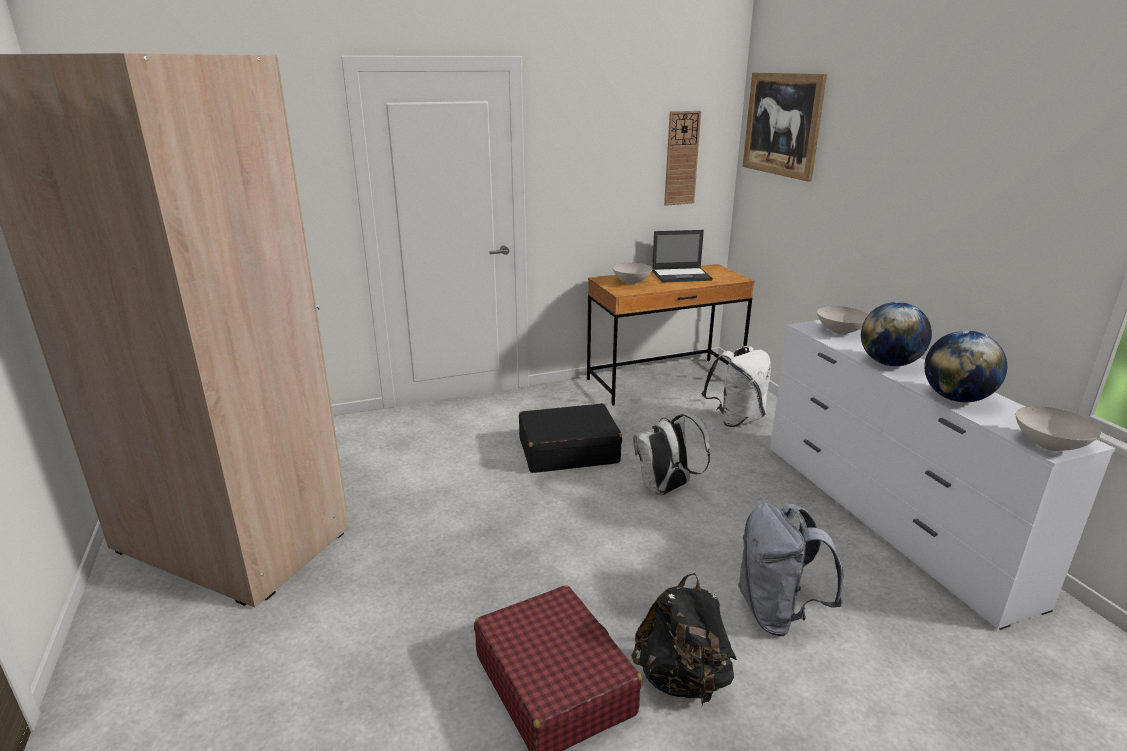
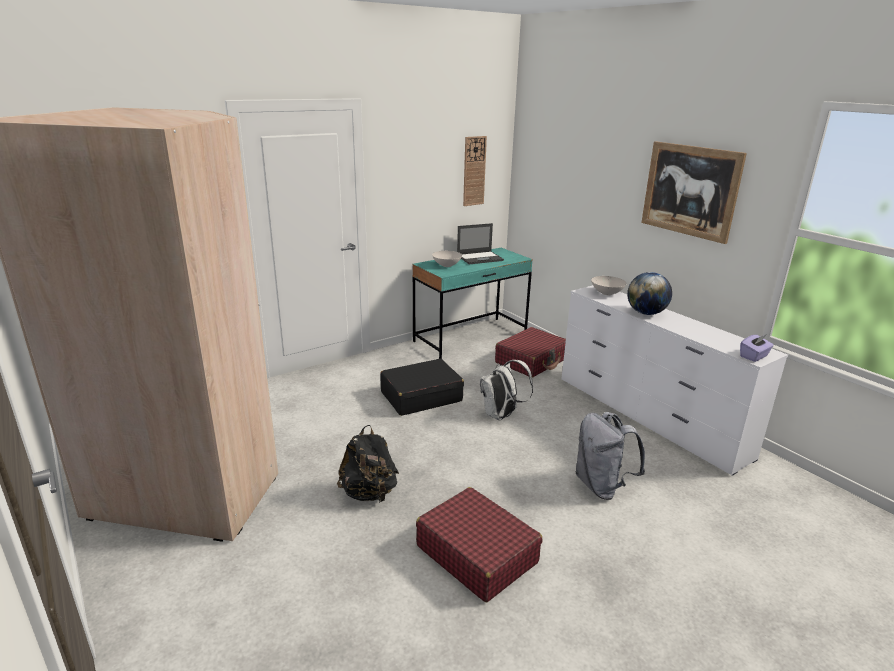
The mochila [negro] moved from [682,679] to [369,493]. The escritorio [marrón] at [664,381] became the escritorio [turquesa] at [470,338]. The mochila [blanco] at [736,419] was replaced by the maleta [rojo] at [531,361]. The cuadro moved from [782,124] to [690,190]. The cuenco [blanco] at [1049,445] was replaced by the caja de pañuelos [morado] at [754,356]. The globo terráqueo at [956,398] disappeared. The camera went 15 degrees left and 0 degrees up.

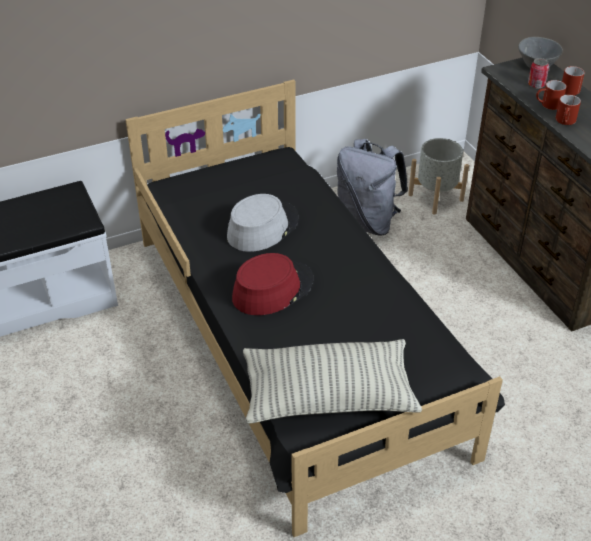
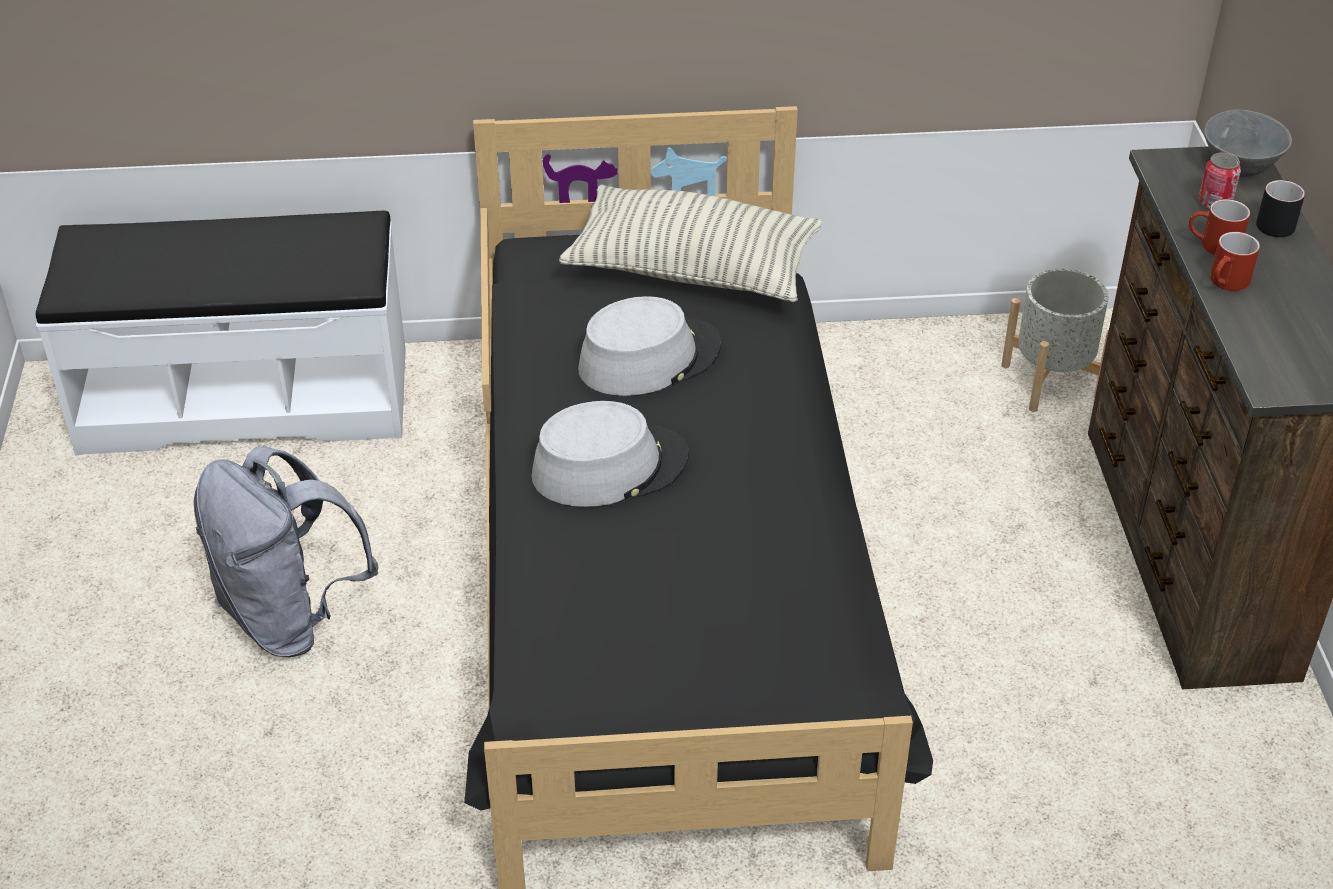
The mochila [gris] moved from [367,222] to [291,617]. The sombrero [rojo] at [272,289] became the sombrero [gris] at [609,466]. The cojín moved from [328,396] to [692,270]. The taza grande [rojo] at [568,88] became the taza grande [negro] at [1274,221]. The camera went 20 degrees right and 0 degrees up.

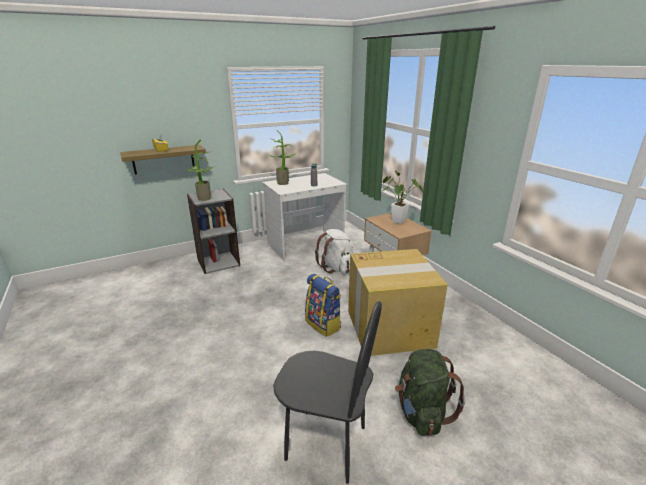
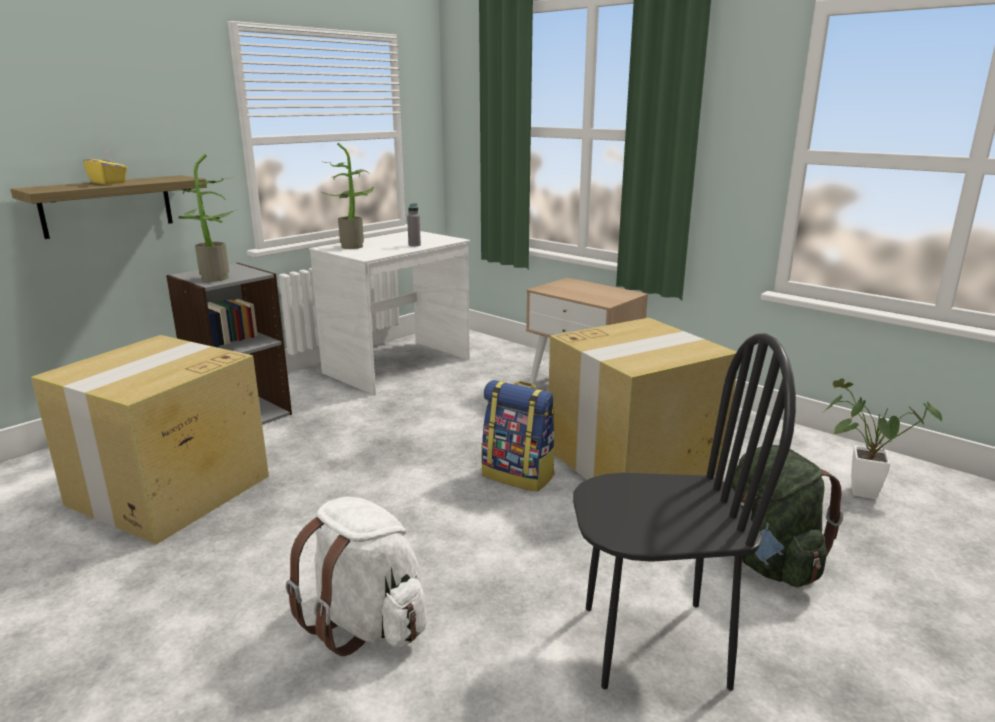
The caja de cartón at [168,491] appeared. The mochila [blanco] moved from [336,268] to [366,622]. The planta en maceta moved from [396,221] to [855,491]. The camera went 20 degrees left and 5 degrees down.

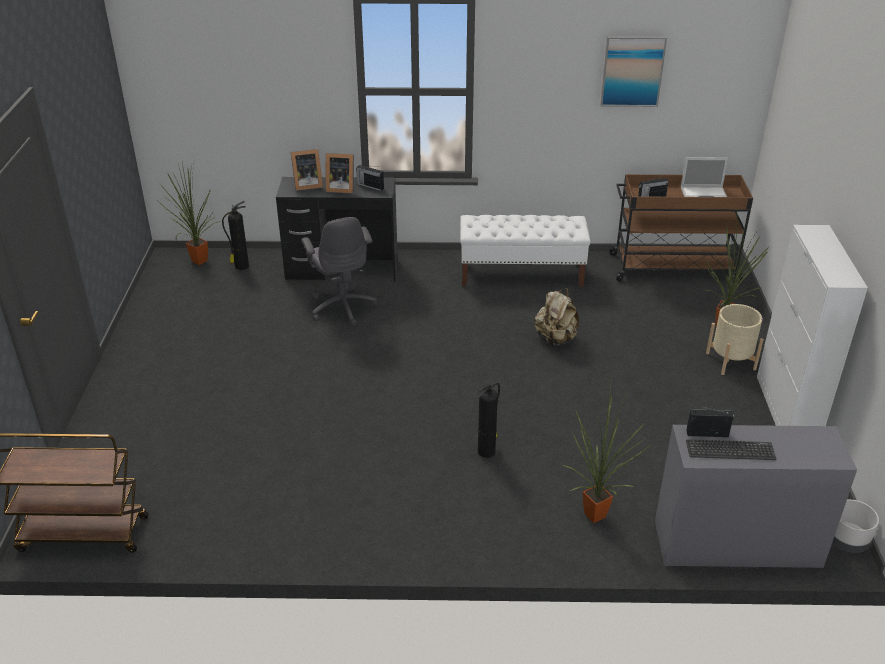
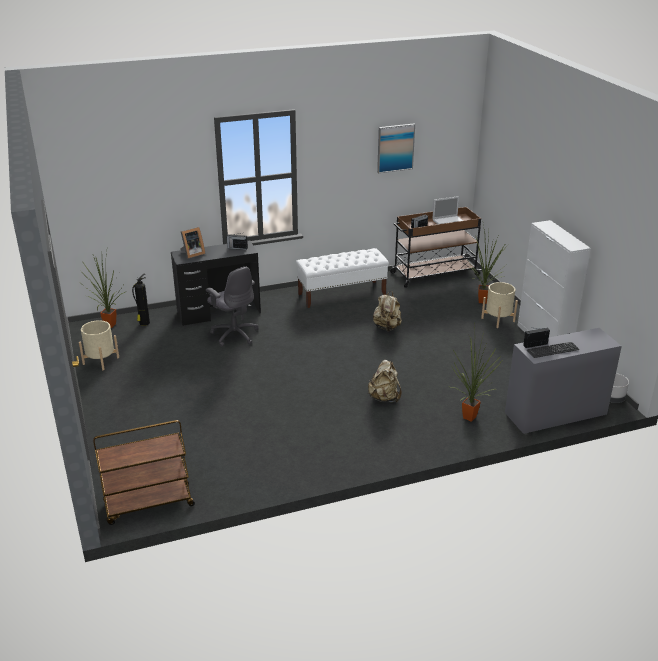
The maceta [beis] at [101,361] appeared. The extintor at [487,451] was replaced by the mochila [beis] at [384,398]. The portarretratos at [340,188] disappeared. The camera went 20 degrees left and 5 degrees down.

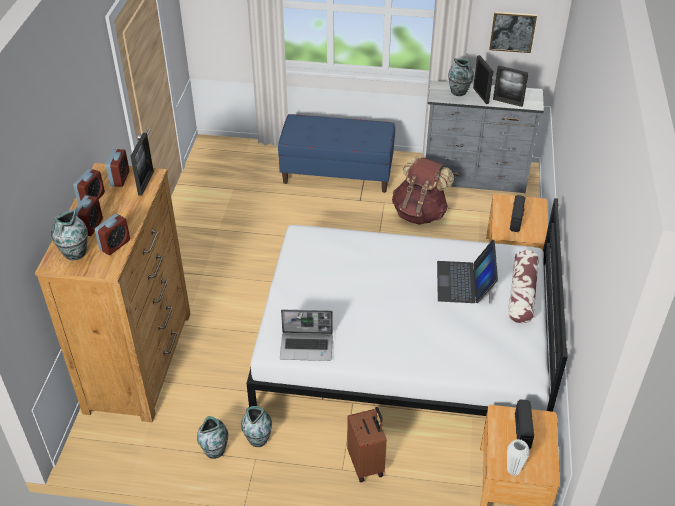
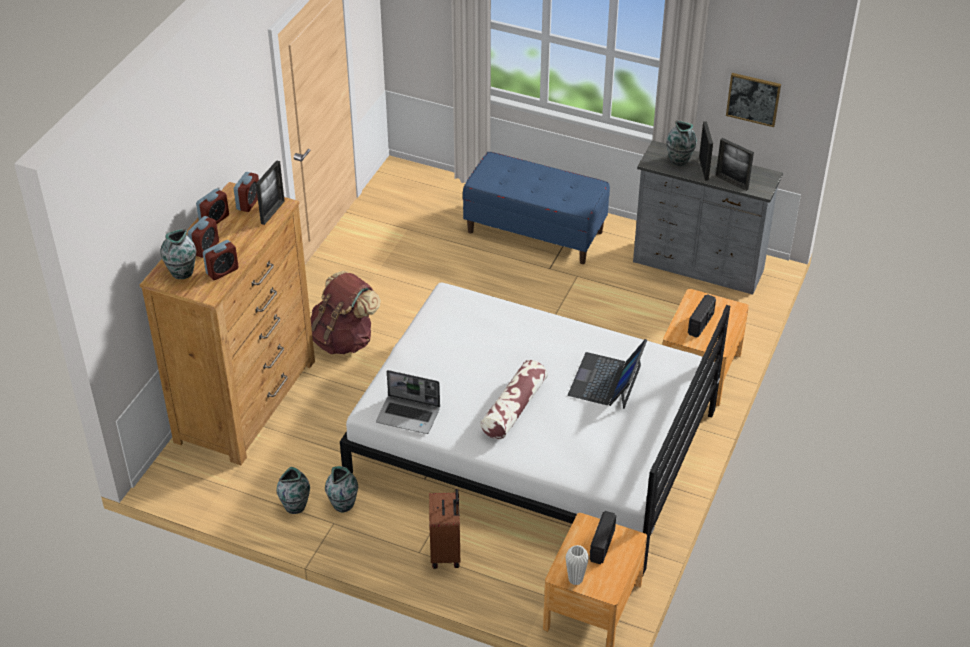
The mochila [marrón] moved from [420,213] to [344,339]. The cojín moved from [522,294] to [514,408]. The camera went 15 degrees right and 0 degrees up.

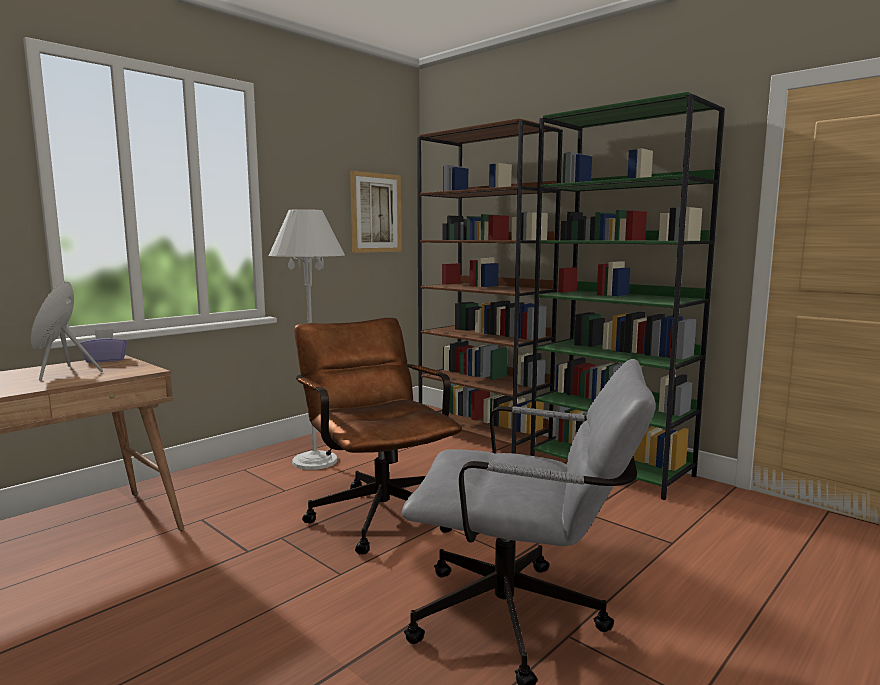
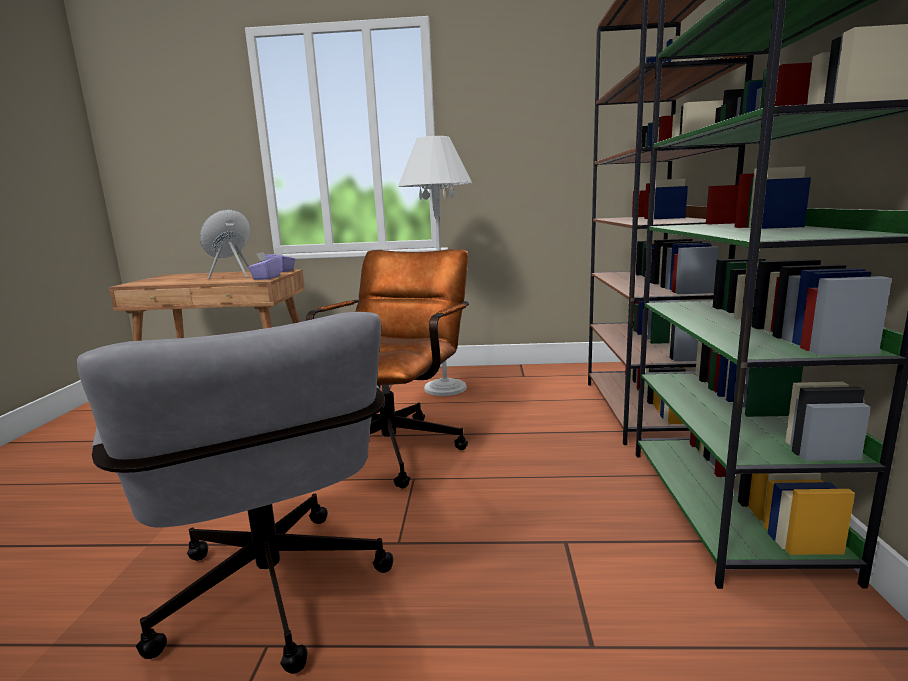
The caja de pañuelos [morado] at [266,278] appeared. The cuadro at [376,213] disappeared. The camera went 50 degrees right and 5 degrees up.

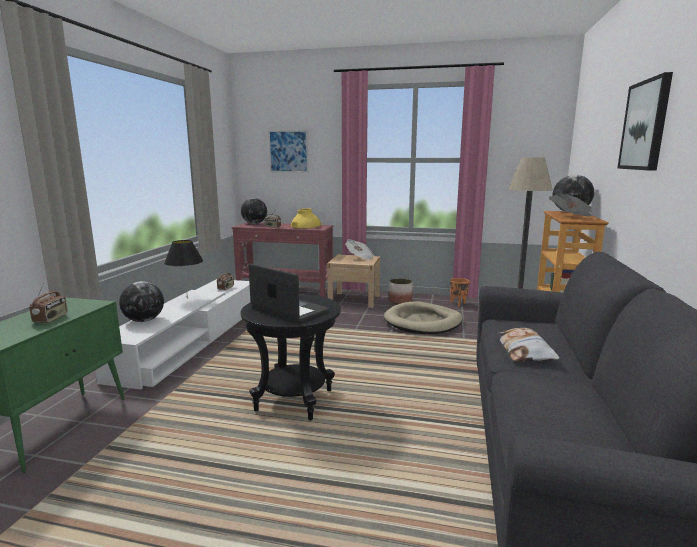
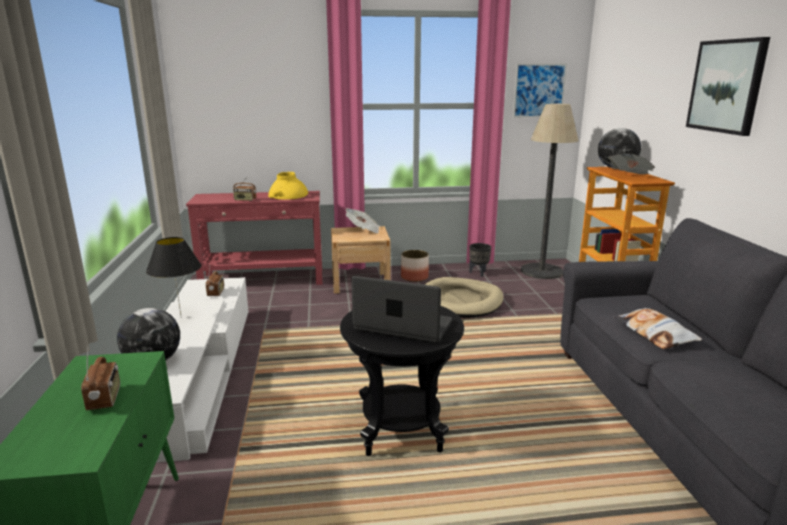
The maceta [naranja] at [458,304] became the maceta [negro] at [478,273]. The cuadro moved from [288,151] to [539,90]. The globo terráqueo at [254,223] disappeared. The camera went 20 degrees left and 5 degrees up.

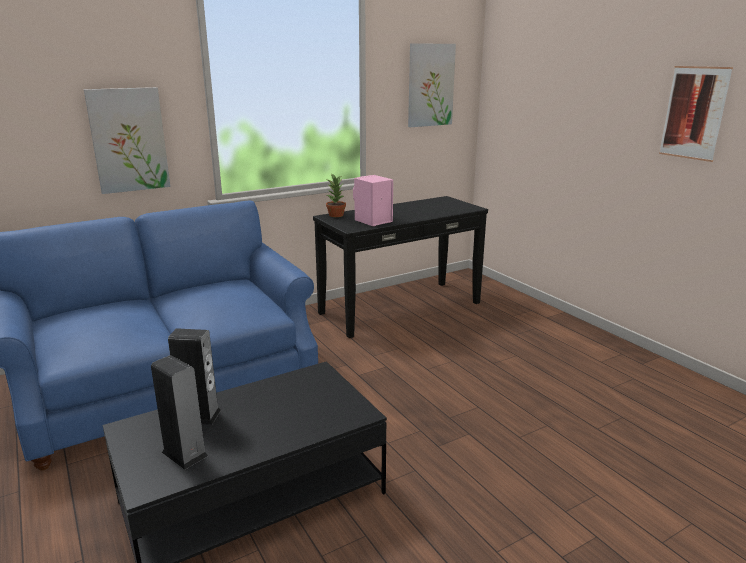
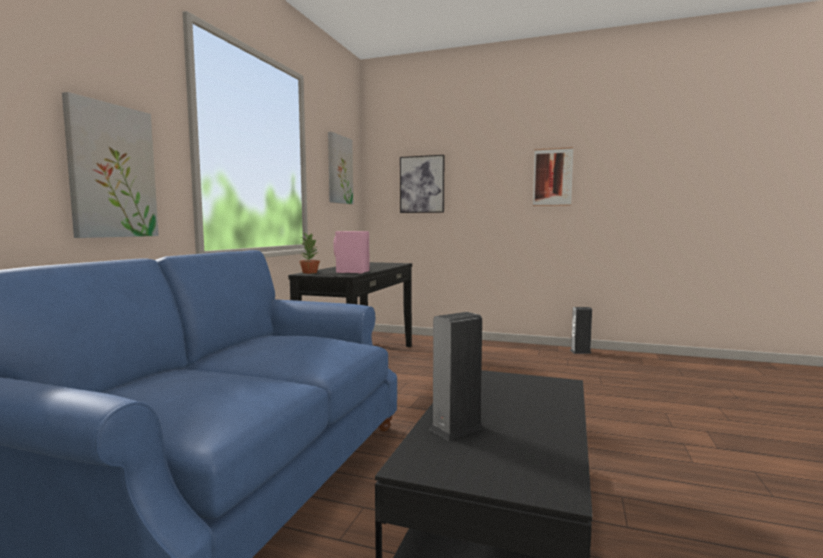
The cuadro at [422,184] appeared. The altavoz moved from [184,454] to [580,351]. The camera went 40 degrees left and 15 degrees down.

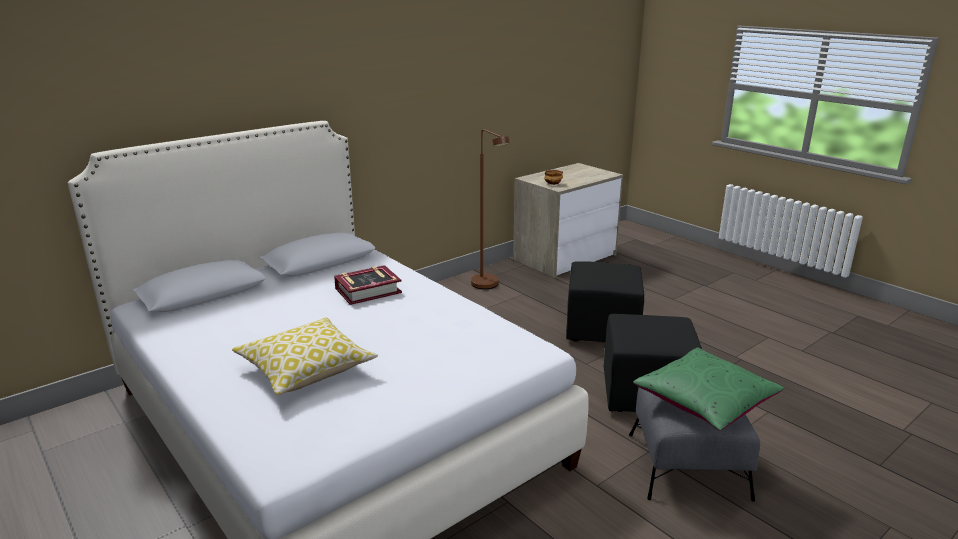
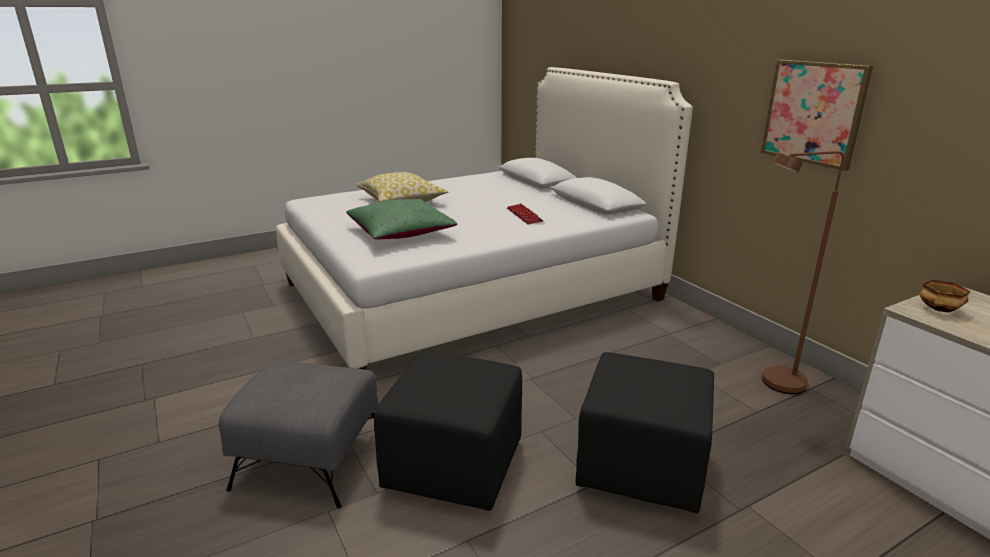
The cojín [verde] moved from [705,401] to [400,233]. The libro at [368,290] was replaced by the teclado at [524,215]. The cuadro at [814,112] appeared. The camera went 100 degrees right and 0 degrees up.

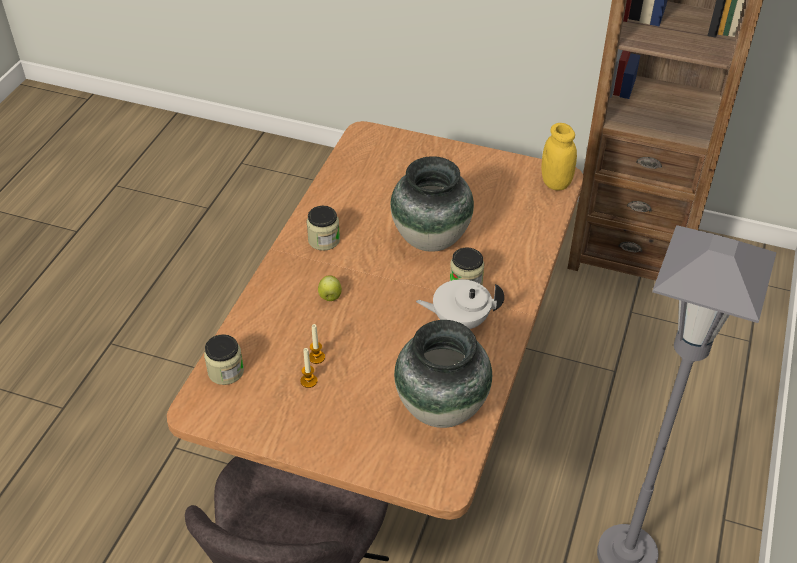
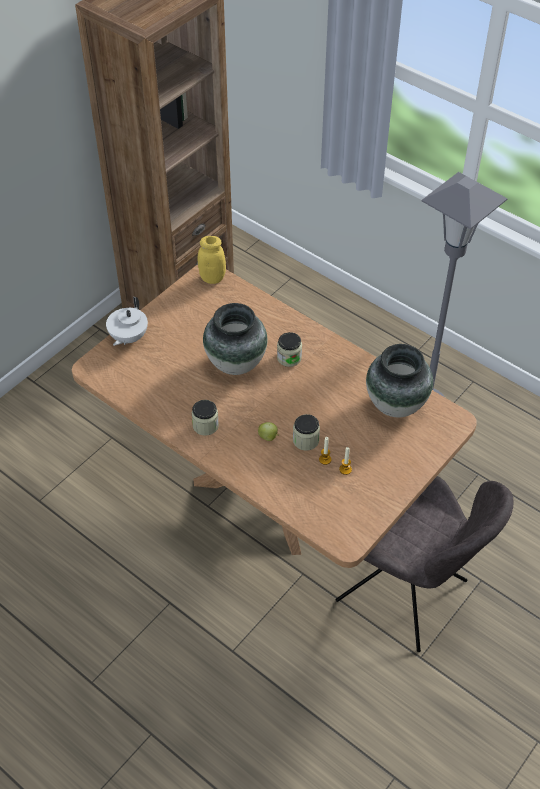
The tetera [blanco] moved from [460,320] to [128,337]. The tarro moved from [226,371] to [305,440]. The camera went 70 degrees left and 5 degrees up.

